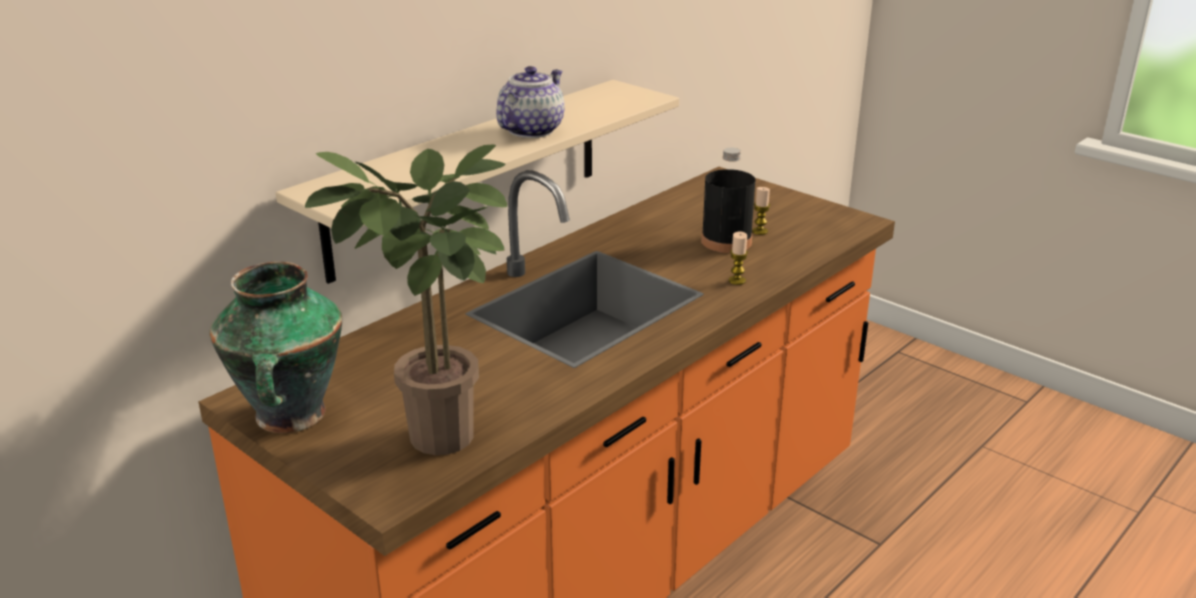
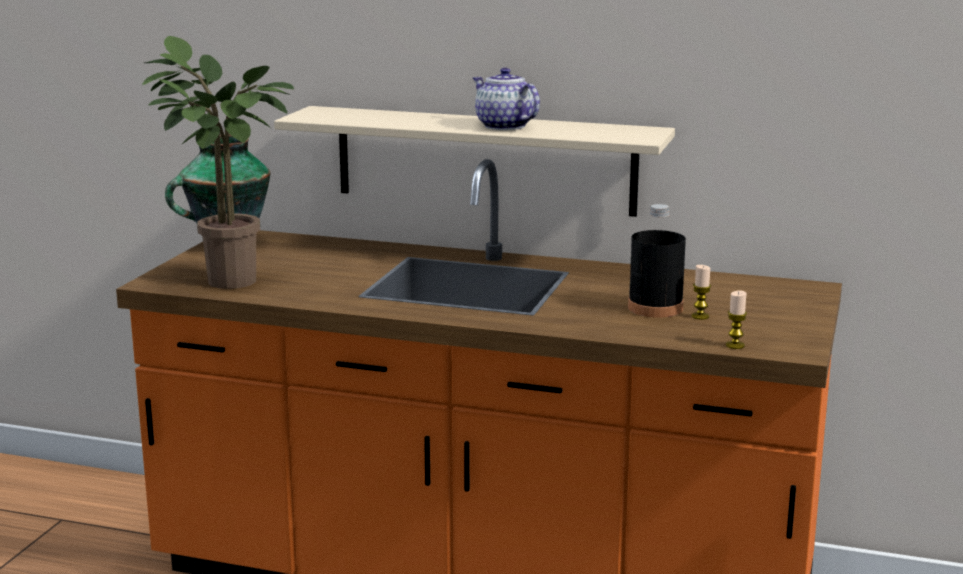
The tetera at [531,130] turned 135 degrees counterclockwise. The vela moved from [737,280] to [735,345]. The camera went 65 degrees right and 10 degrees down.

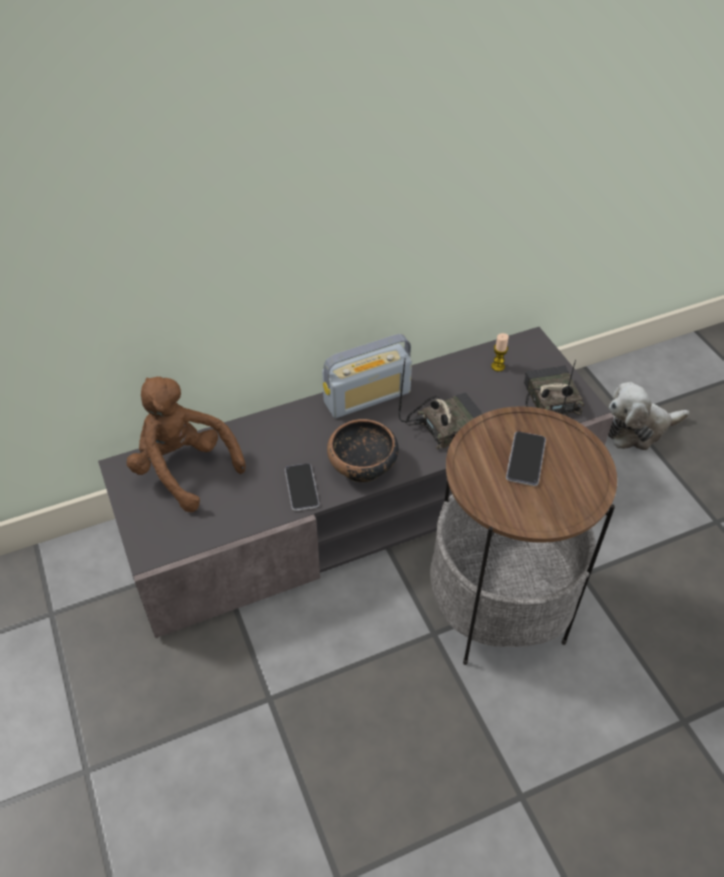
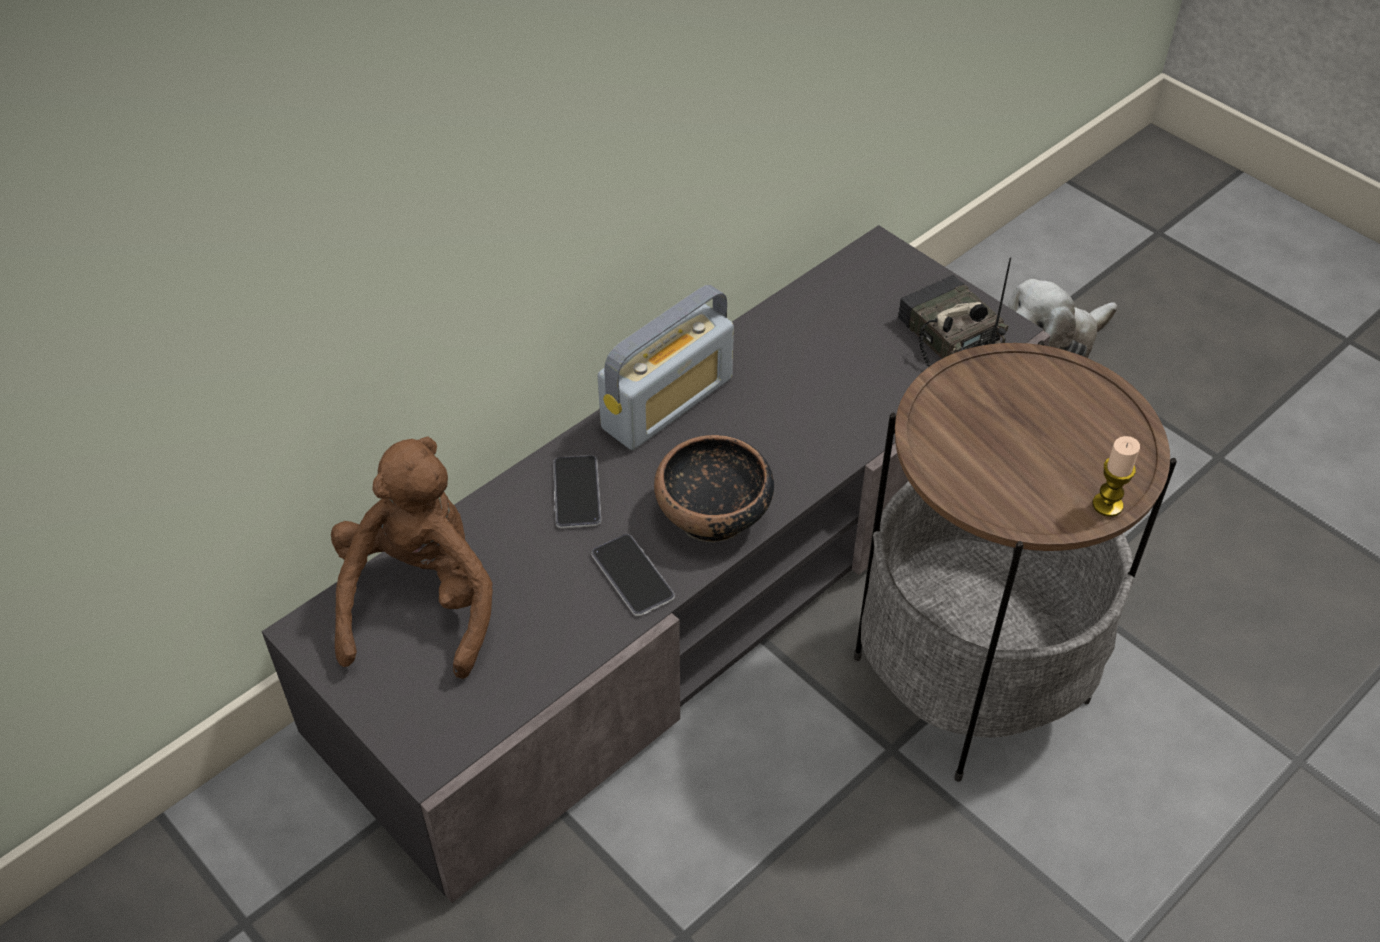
The peluche [marrón] at [184,468] turned 75 degrees clockwise. The móvil moved from [525,459] to [576,493]. The vela moved from [498,366] to [1107,505]. The radio at [445,424] disappeared. The camera went 20 degrees left and 0 degrees up.

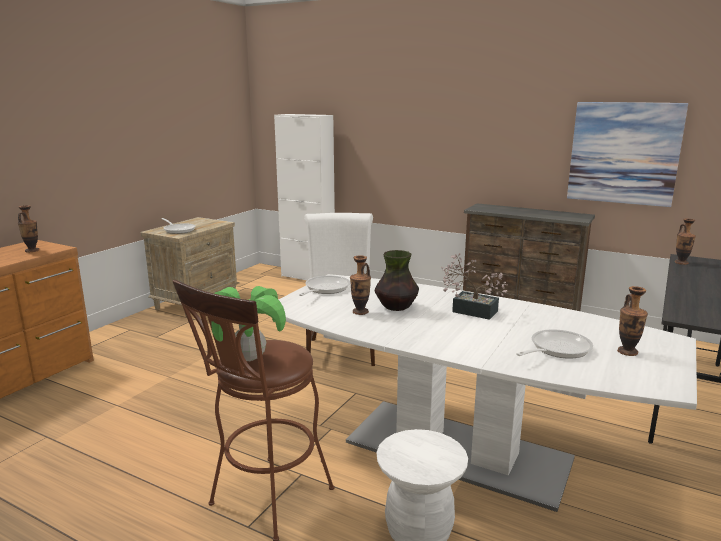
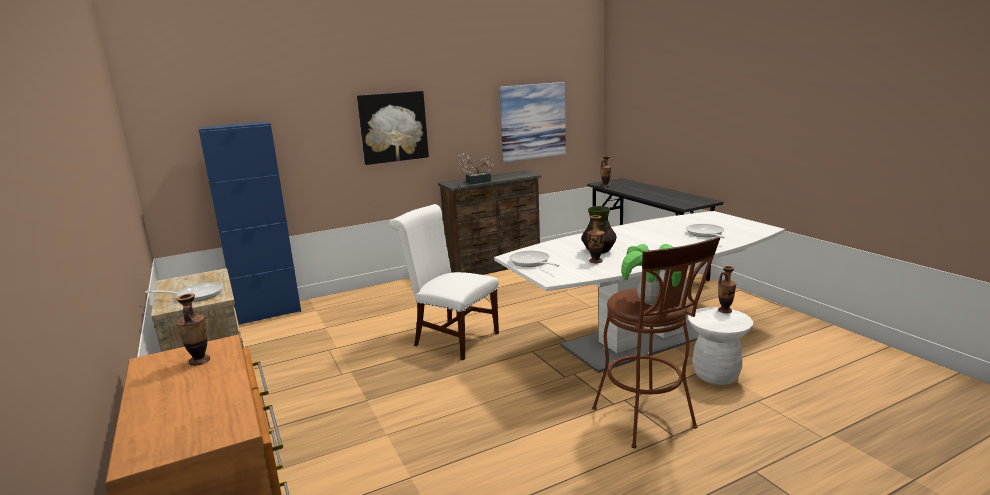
The armario [blanco] at [308,277] became the armario [azul] at [268,313]. The cuadro at [393,127] appeared. The planta en maceta moved from [470,310] to [475,182]. The florero moved from [627,352] to [725,311]. The camera went 55 degrees left and 0 degrees up.

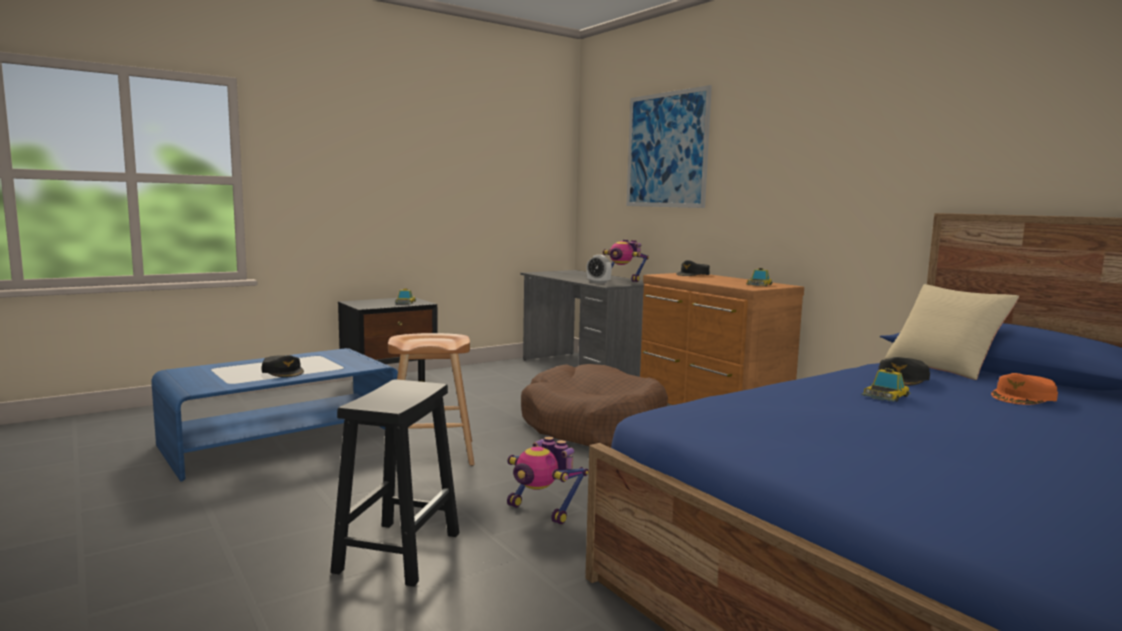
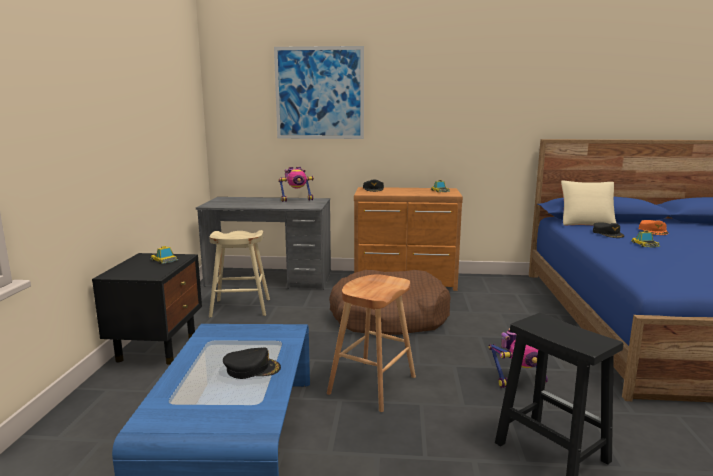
The taburete [beis] at [241,308] appeared. The despertador at [598,282] disappeared. The camera went 50 degrees left and 5 degrees up.

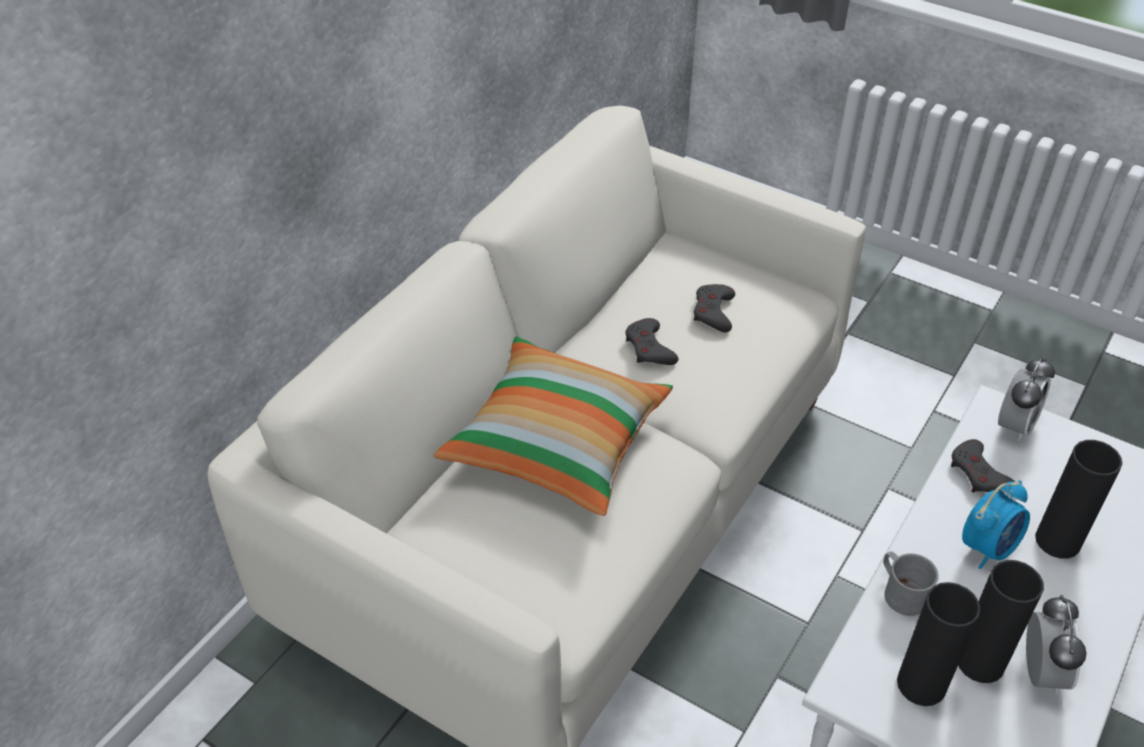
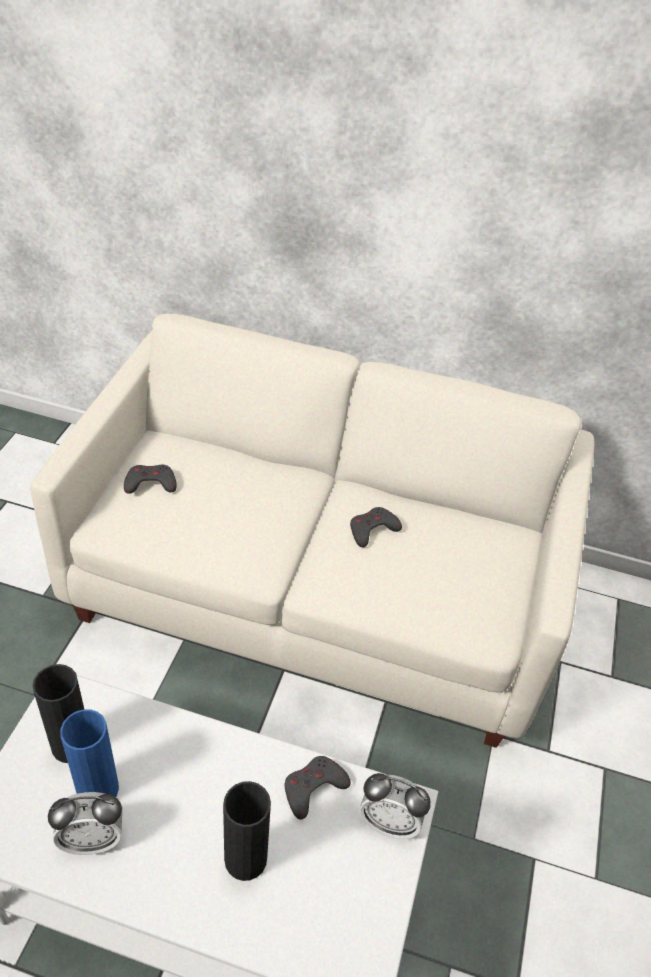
The florero [negro] at [980,662] became the florero [azul] at [98,789]. The mando de consola [gris] moved from [713,312] to [150,483]. The cojín at [557,443] disappeared. The taza grande [gris] at [901,592] disappeared. The despertador at [988,547] disappeared. The camera went 70 degrees right and 0 degrees up.

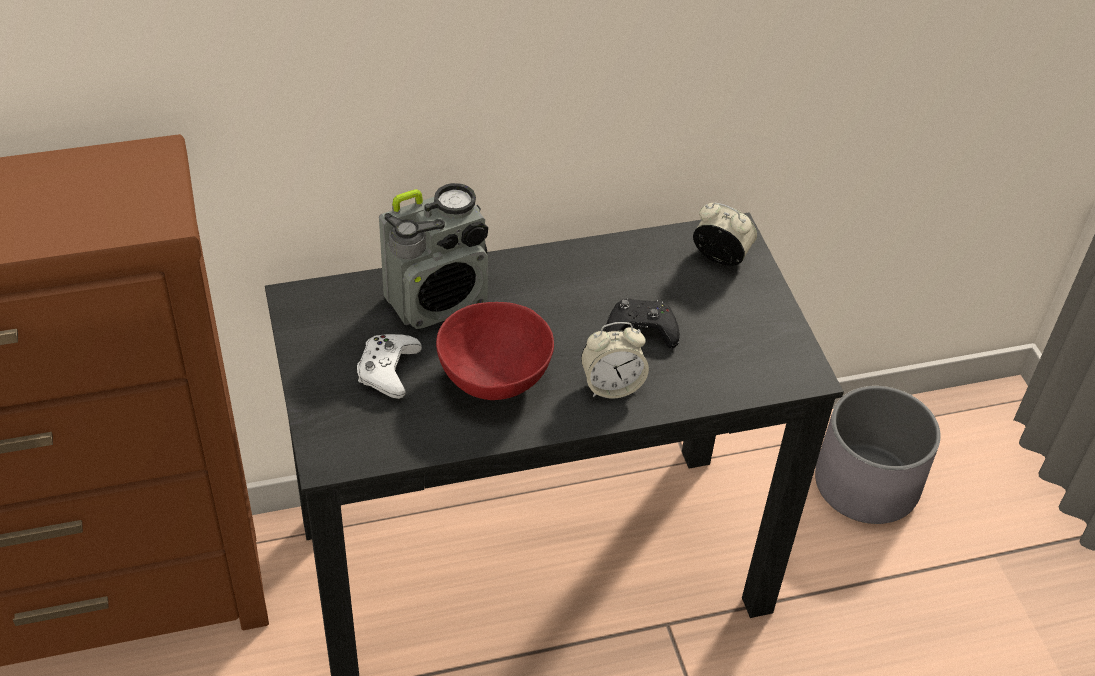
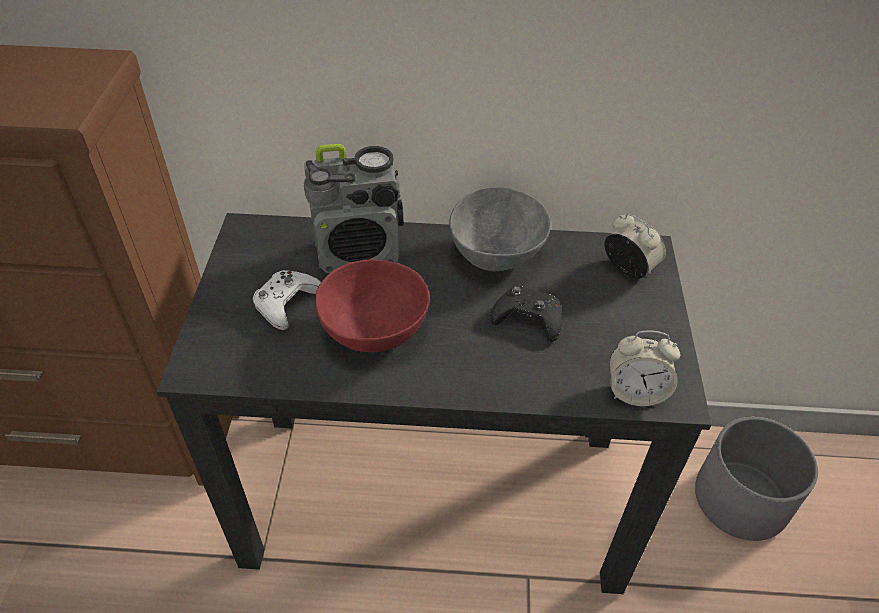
The cuenco [gris] at [497,253] appeared. The despertador moved from [611,385] to [635,392]. The camera went 20 degrees right and 0 degrees up.

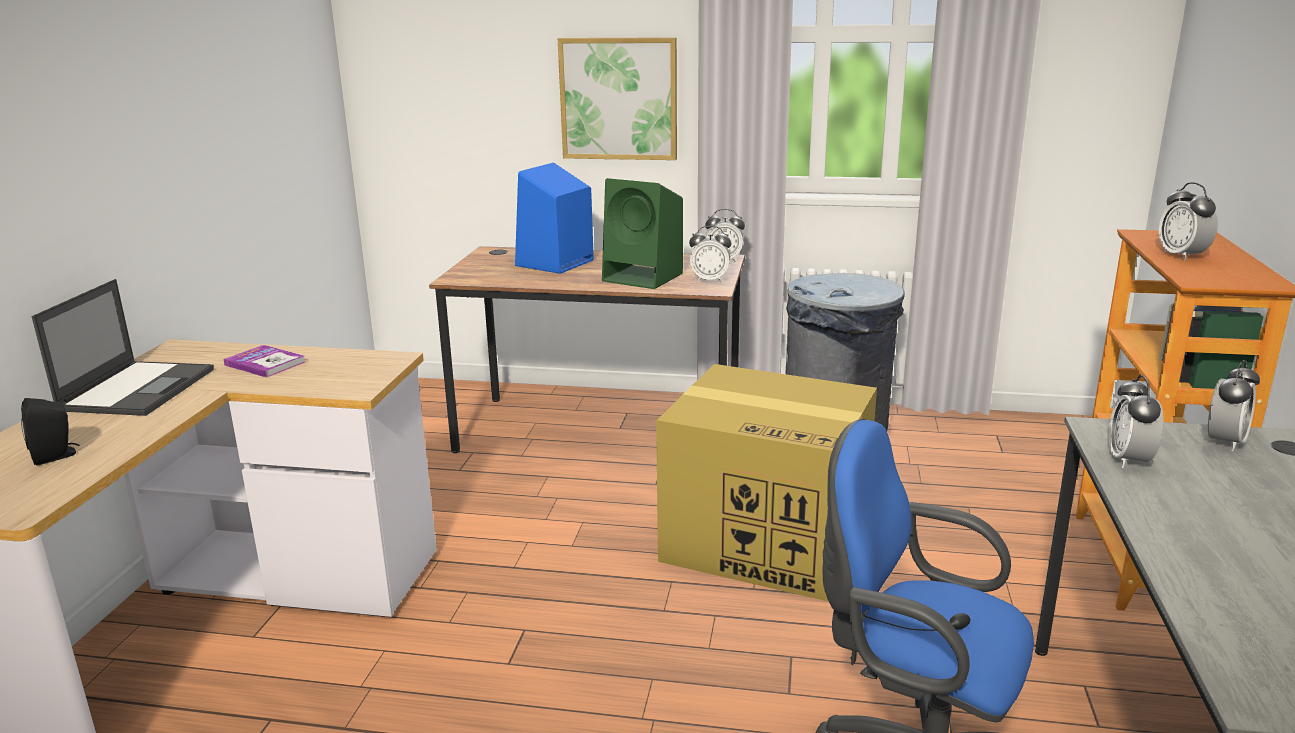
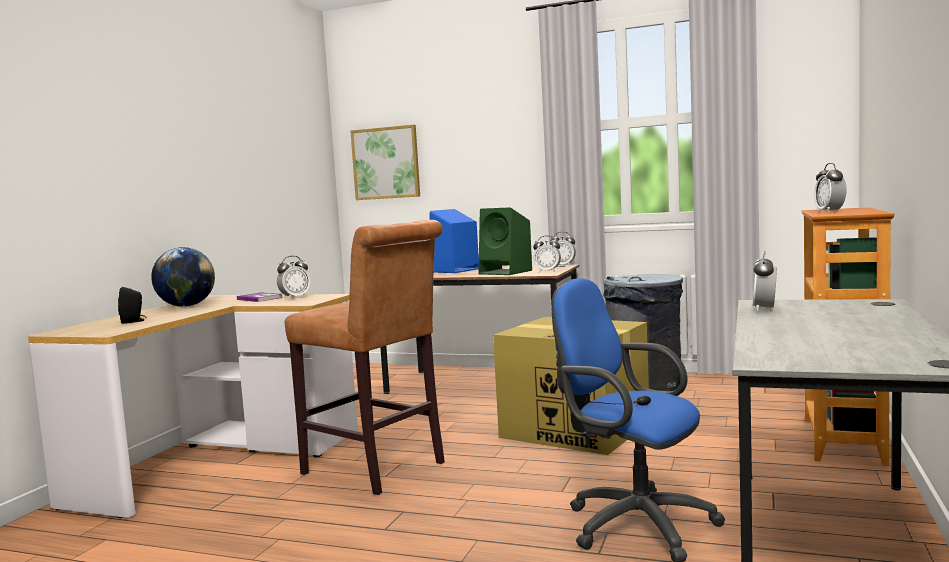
The portátil at [138,388] was replaced by the globo terráqueo at [186,306]. The despertador moved from [1224,442] to [295,298]. The taburete [marrón] at [378,470] appeared. The cuadro moved from [619,99] to [386,163]. The camera went 10 degrees right and 15 degrees down.

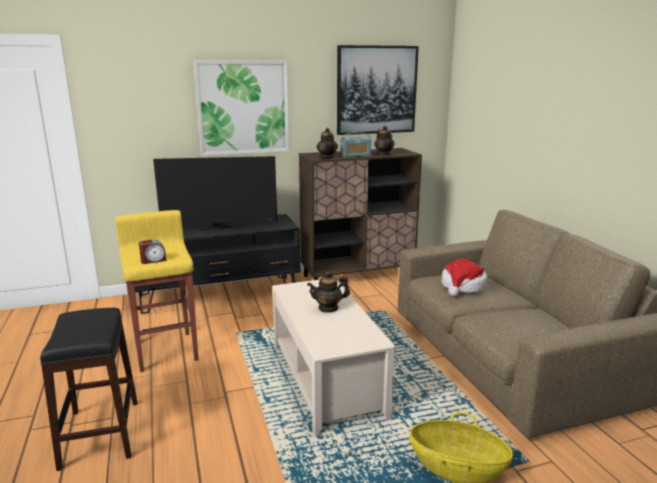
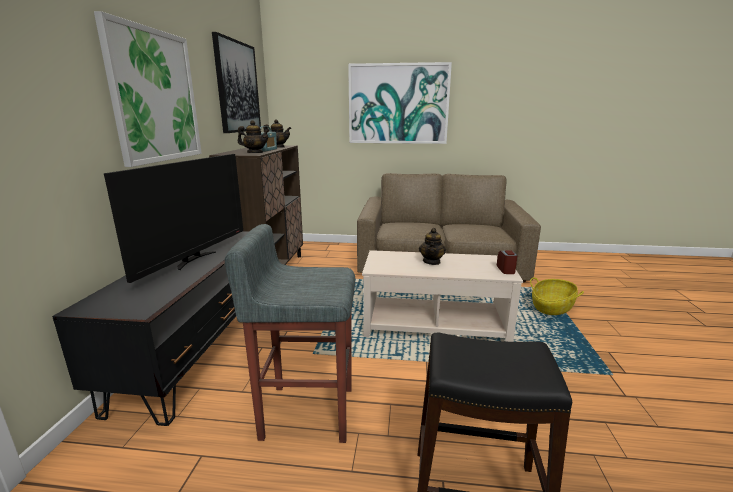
The taburete [amarillo] at [166,350] became the taburete [gris] at [306,411]. The cuadro at [398,104] appeared. The despertador moved from [153,260] to [506,269]. The sombrero at [463,286] disappeared. The camera went 65 degrees left and 0 degrees up.

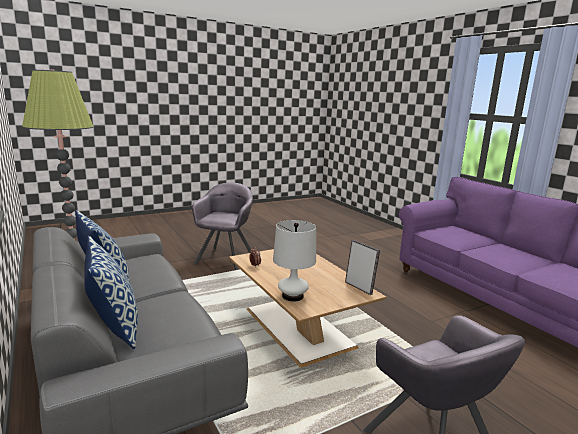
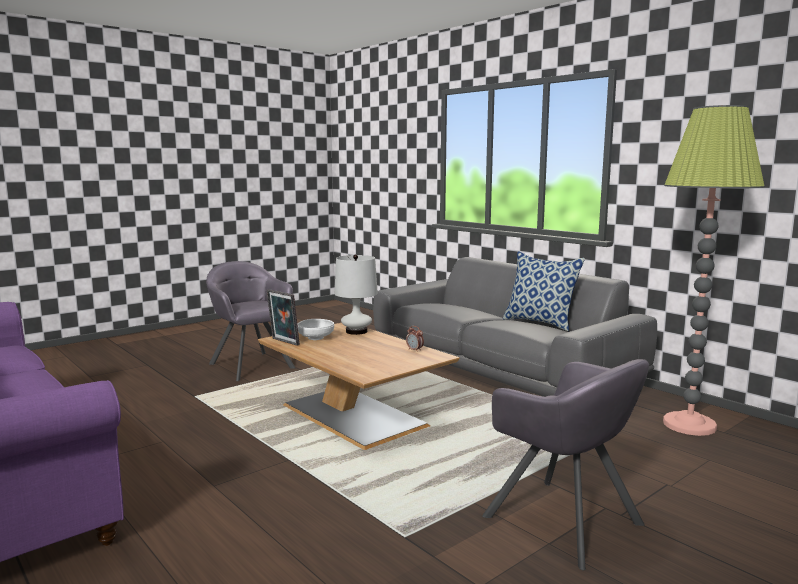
The cuenco [blanco] at [316,338] appeared. The sillón [gris] at [225,258] turned 45 degrees counterclockwise. The cojín at [114,327] disappeared. The camera went 170 degrees right and 5 degrees down.

